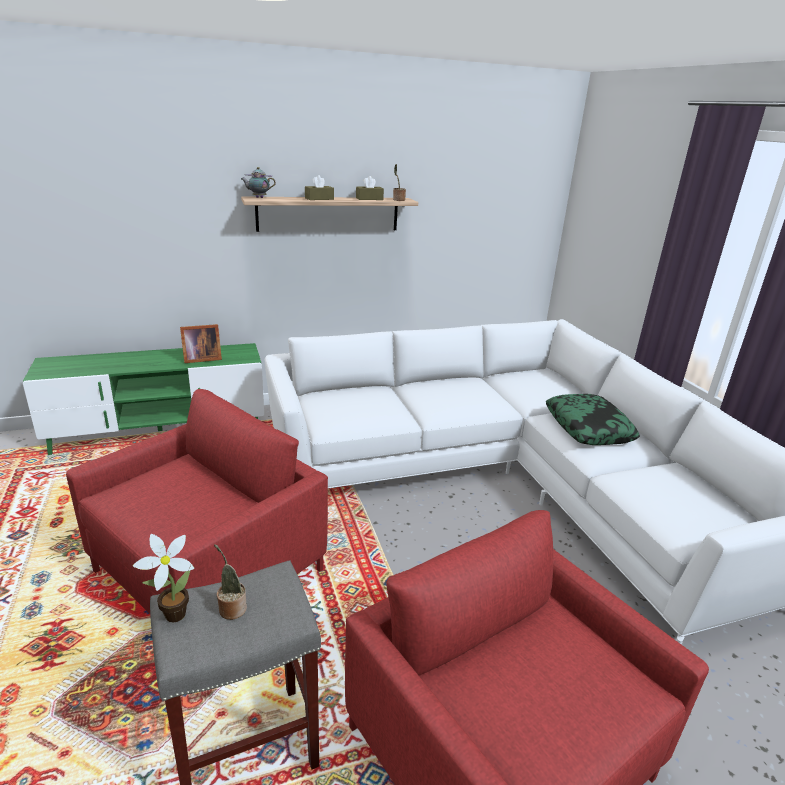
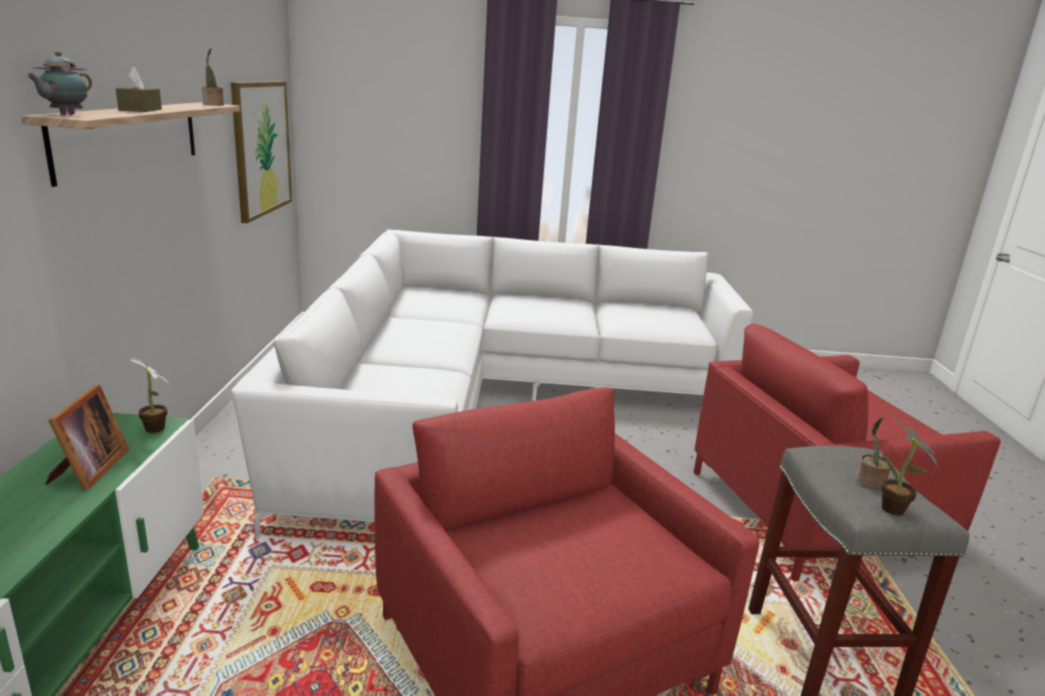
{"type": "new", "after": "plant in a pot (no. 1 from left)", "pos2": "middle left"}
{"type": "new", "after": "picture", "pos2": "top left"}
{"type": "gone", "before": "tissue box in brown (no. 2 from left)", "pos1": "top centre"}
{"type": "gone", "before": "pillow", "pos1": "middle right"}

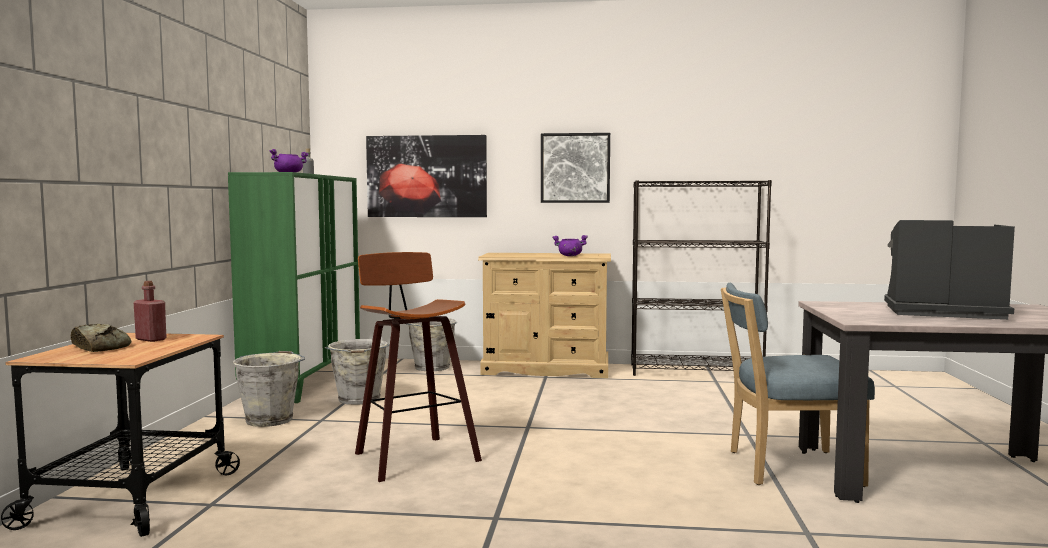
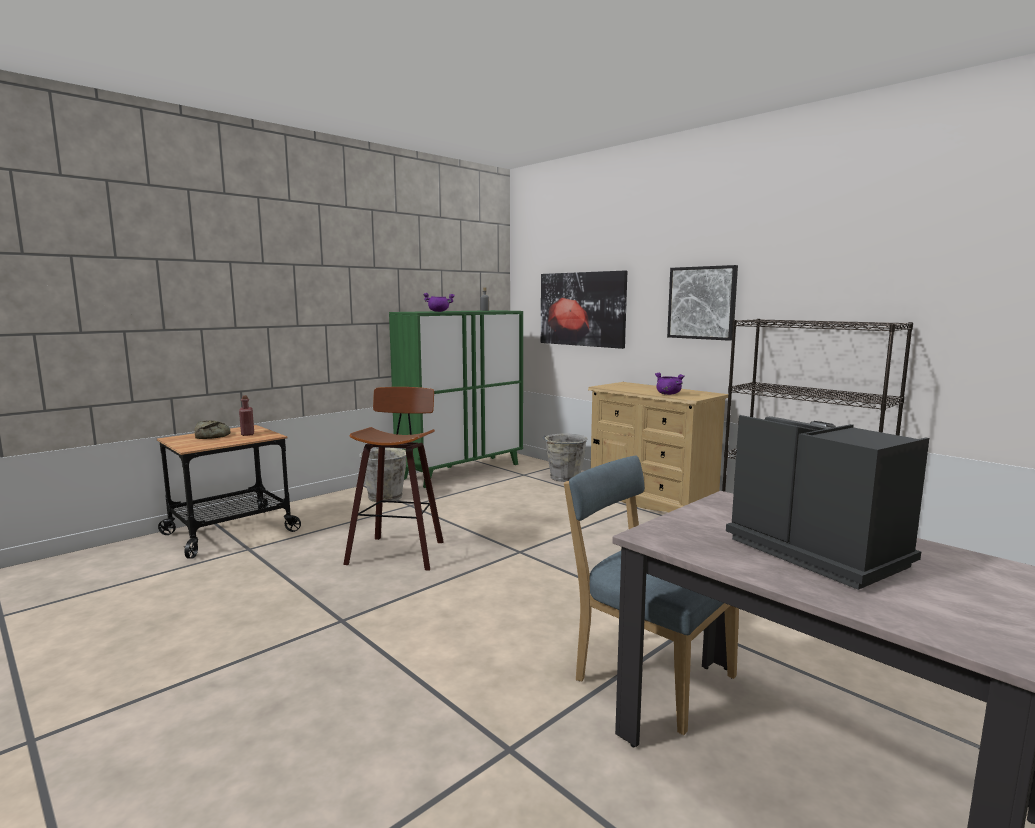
{"type": "gone", "before": "water bucket in gray (no. 2 from left)", "pos1": "bottom centre"}

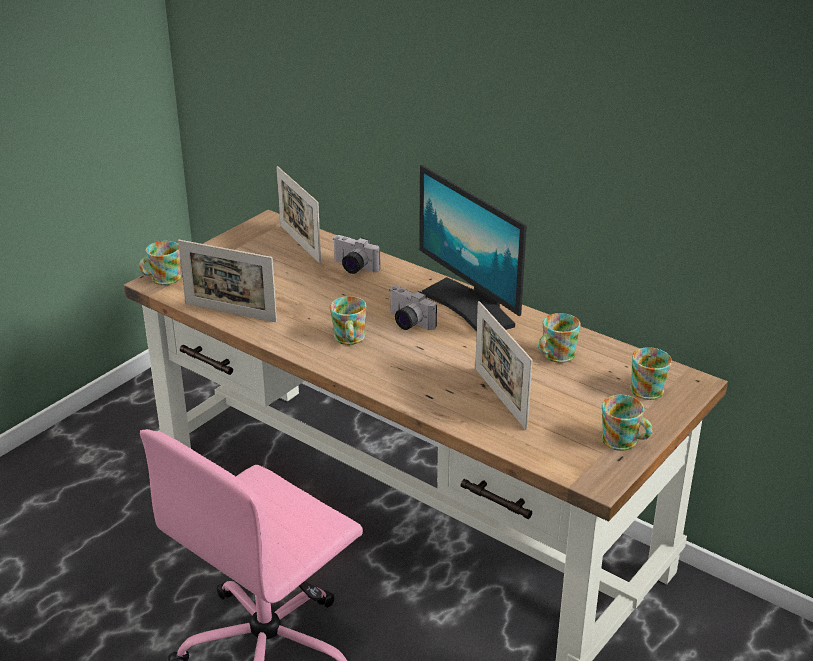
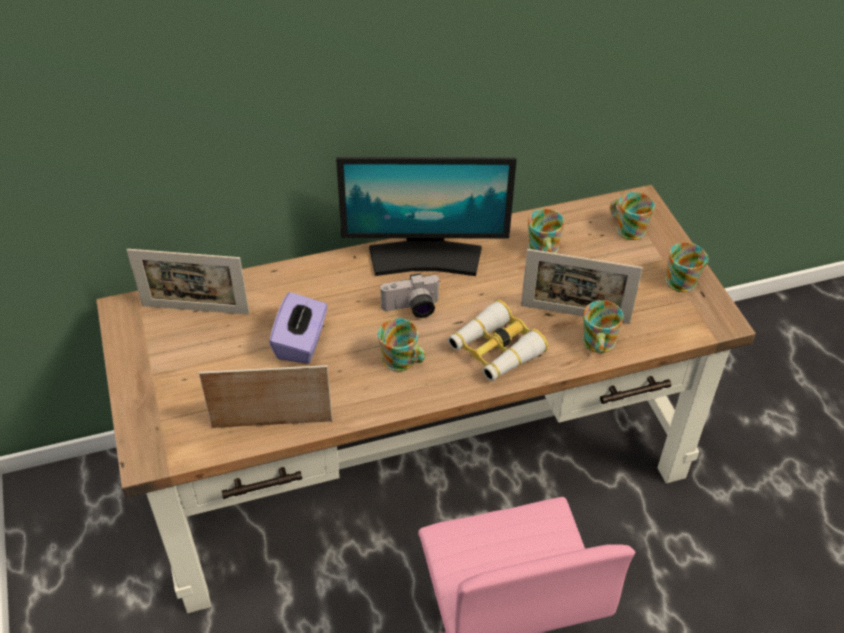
{"type": "rotated", "before": "standing frame (no. 1 from left in the first image)", "pos1": "middle left", "pos2": "middle left", "turn": -150}
{"type": "new", "after": "tissue box in purplish", "pos2": "centre"}
{"type": "new", "after": "field glasses", "pos2": "centre"}
{"type": "shifted", "before": "tea mug (no. 1 from left in the first image)", "after": "tea mug (no. 3 from left)", "pos1": "middle left", "pos2": "middle right"}
{"type": "gone", "before": "photo camera (no. 1 from left)", "pos1": "centre"}

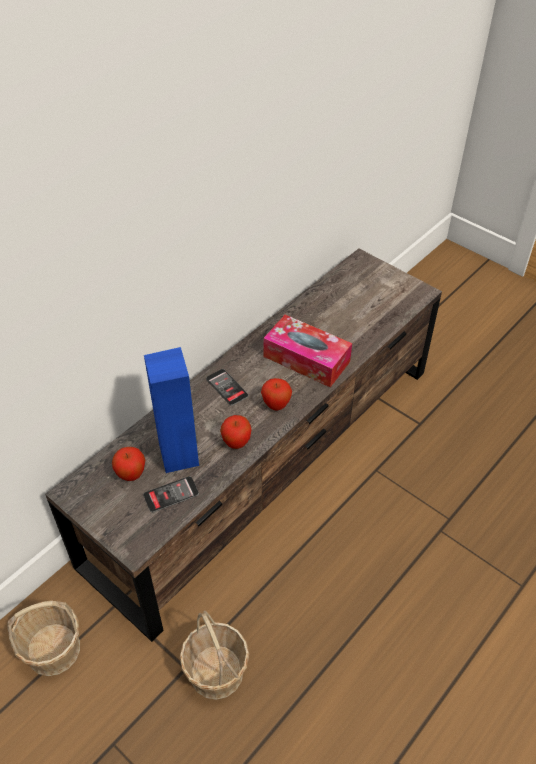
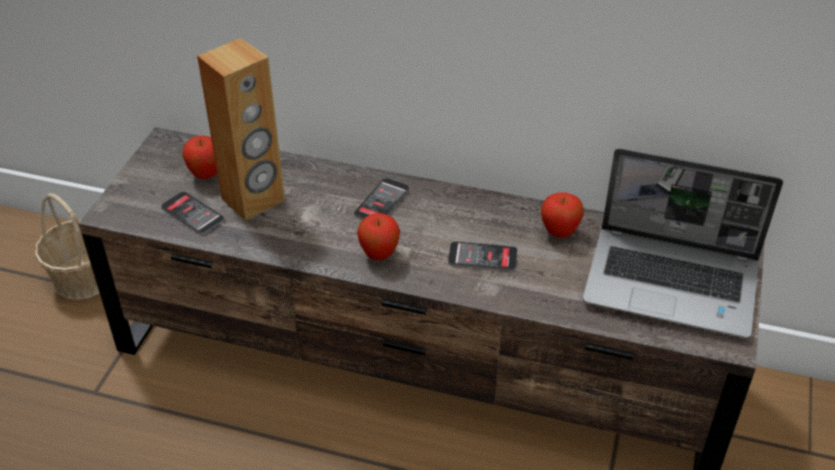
{"type": "repainted", "before": "speaker in blue", "after": "speaker in brown", "pos1": "middle left", "pos2": "top left"}
{"type": "swapped", "before": "tissue box", "after": "phone (no. 3 from left)", "pos1": "centre", "pos2": "centre"}
{"type": "shifted", "before": "whole apple (no. 2 from left in the first image)", "after": "whole apple (no. 3 from left)", "pos1": "centre", "pos2": "middle right"}
{"type": "new", "after": "notebook computer", "pos2": "middle right"}
{"type": "gone", "before": "household basket (no. 2 from left)", "pos1": "bottom centre"}

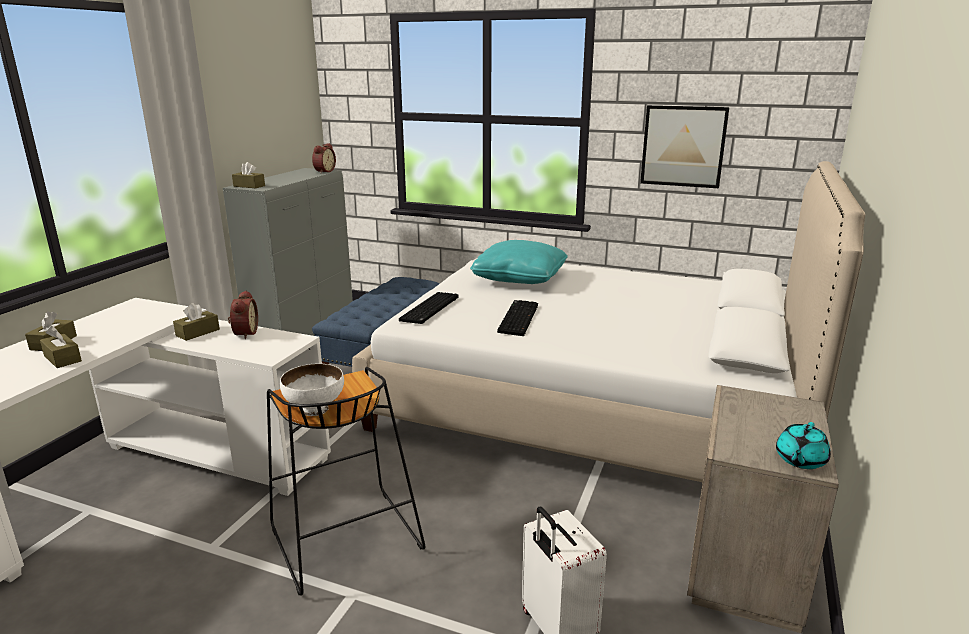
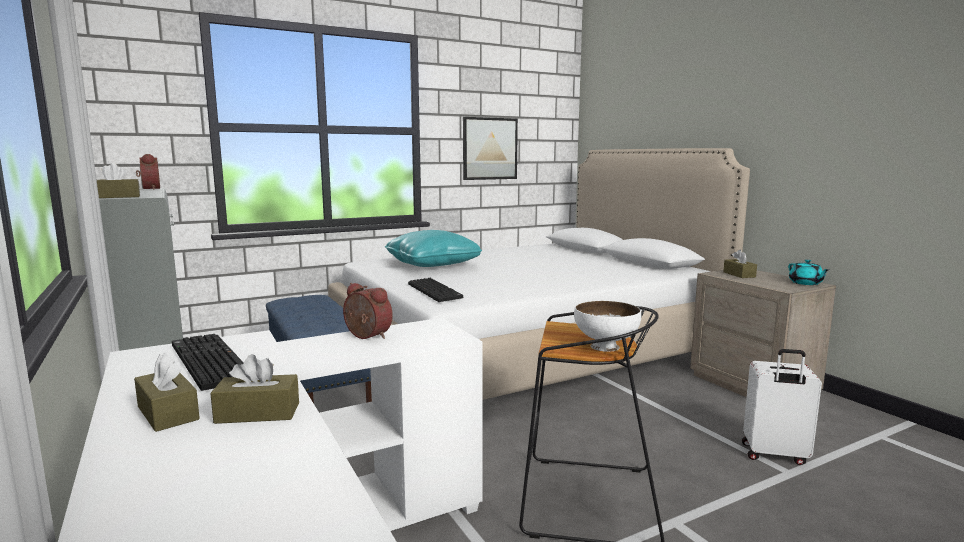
{"type": "shifted", "before": "computer keyboard (no. 2 from left in the first image)", "after": "computer keyboard (no. 1 from left)", "pos1": "centre", "pos2": "bottom left"}
{"type": "shifted", "before": "tissue box in brown (no. 3 from left in the first image)", "after": "tissue box in brown (no. 4 from left)", "pos1": "middle left", "pos2": "middle right"}

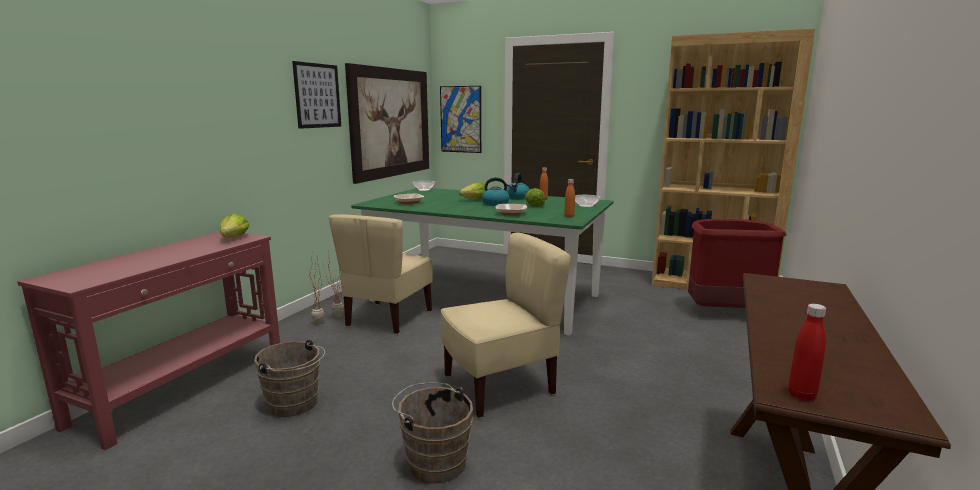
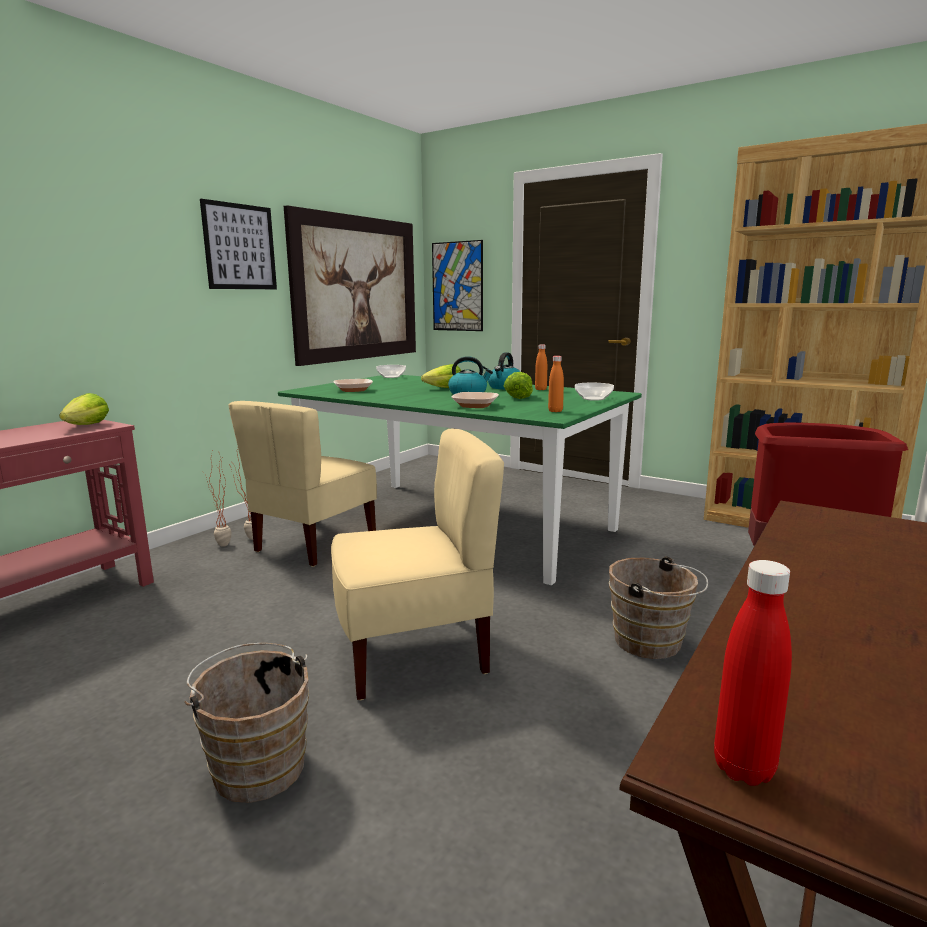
{"type": "shifted", "before": "water bucket in brown (no. 1 from left in the first image)", "after": "water bucket in brown (no. 2 from left)", "pos1": "bottom left", "pos2": "middle right"}

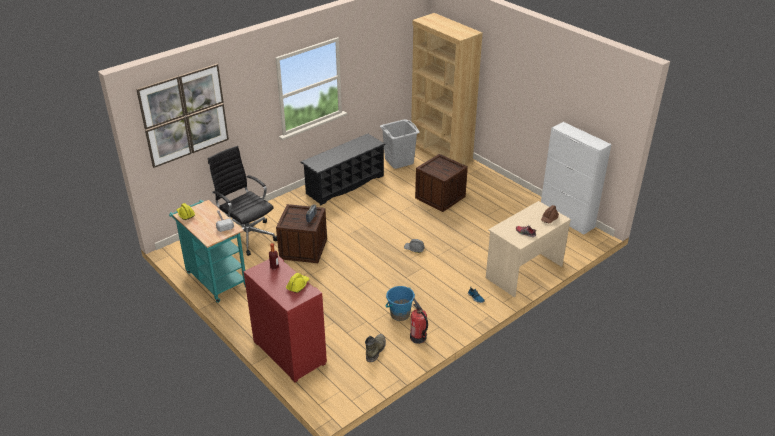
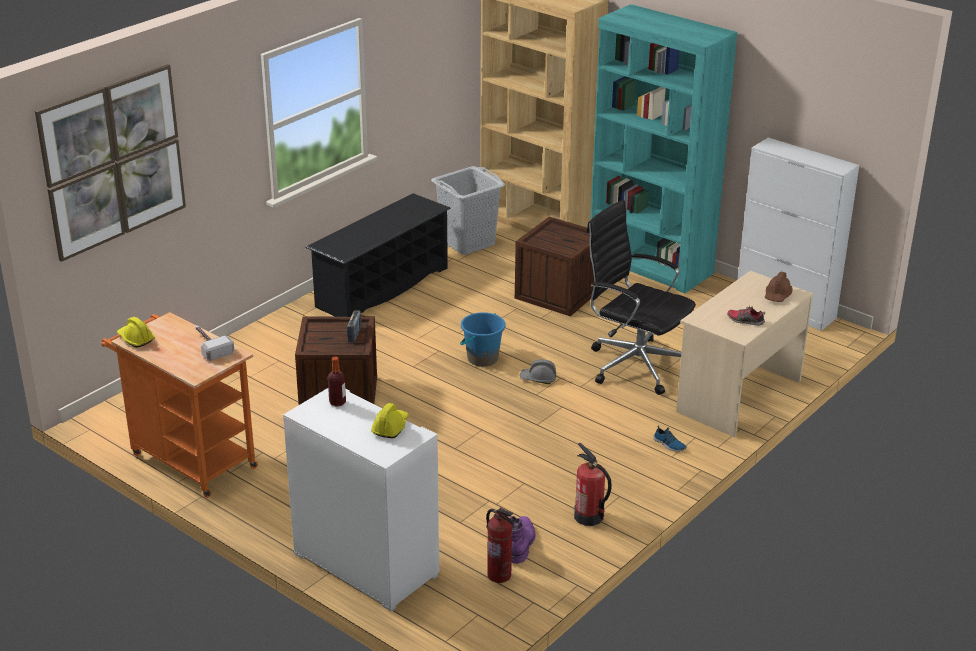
{"type": "repainted", "before": "trolley in turquoise", "after": "trolley in orange", "pos1": "middle left", "pos2": "middle left"}
{"type": "repainted", "before": "cabinet in red-coloured", "after": "cabinet in white (no. 1 from left)", "pos1": "bottom centre", "pos2": "bottom centre"}
{"type": "shifted", "before": "water bucket in blue", "pos1": "bottom centre", "pos2": "centre"}
{"type": "new", "after": "extinguisher (no. 1 from left)", "pos2": "bottom centre"}
{"type": "repainted", "before": "high-top boot in green-coloured", "after": "high-top boot in purplish", "pos1": "bottom centre", "pos2": "bottom centre"}
{"type": "shifted", "before": "desk chair in black-coloured", "pos1": "middle left", "pos2": "centre"}
{"type": "new", "after": "shelving unit in turquoise", "pos2": "top right"}

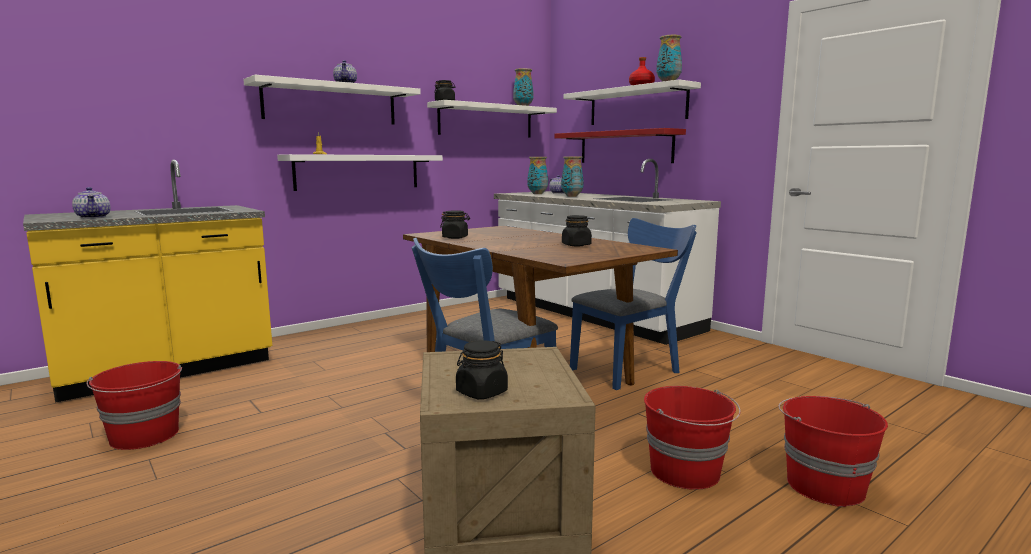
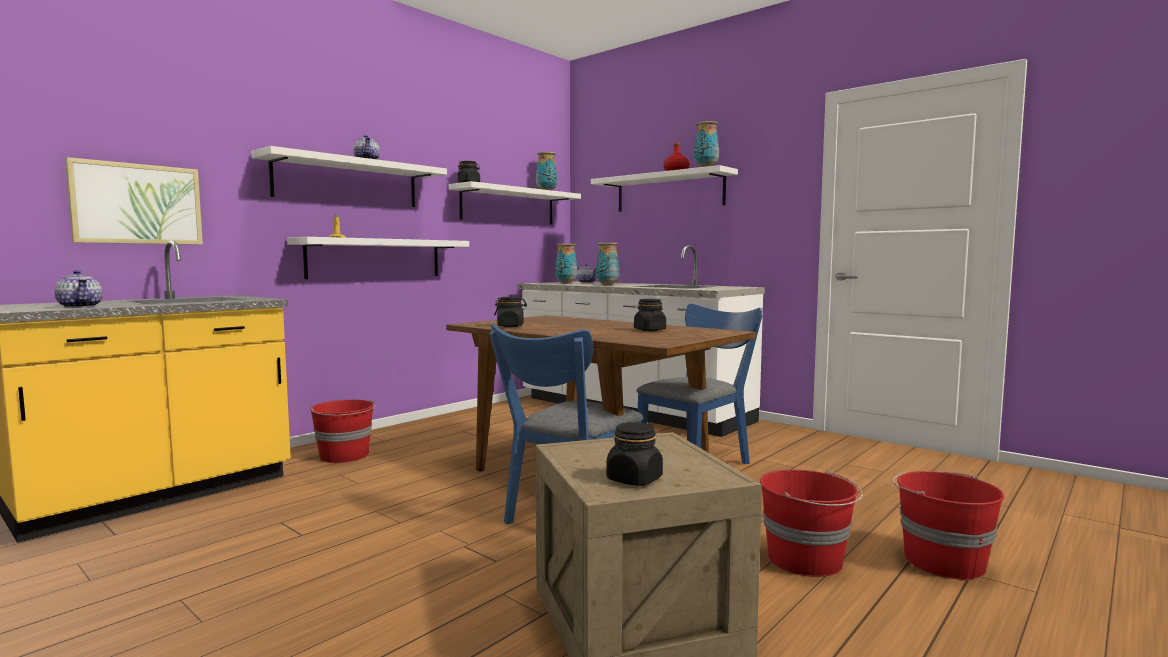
{"type": "new", "after": "picture", "pos2": "top left"}
{"type": "shifted", "before": "water bucket in red-coloured (no. 1 from left)", "pos1": "bottom left", "pos2": "middle left"}
{"type": "gone", "before": "wall shelf in red-coloured", "pos1": "top centre"}

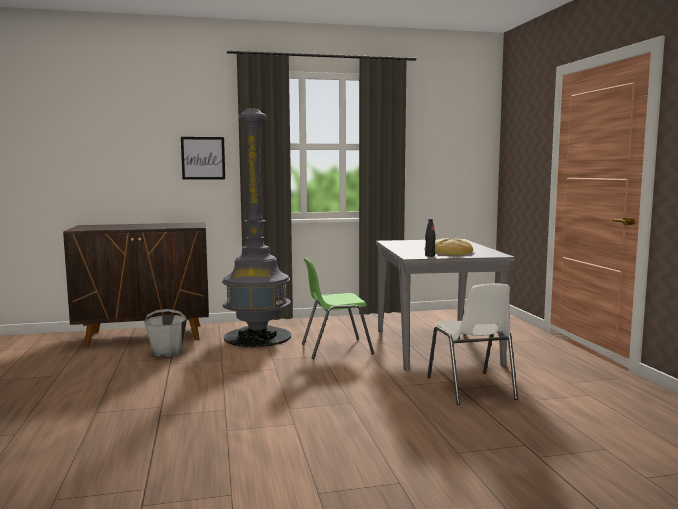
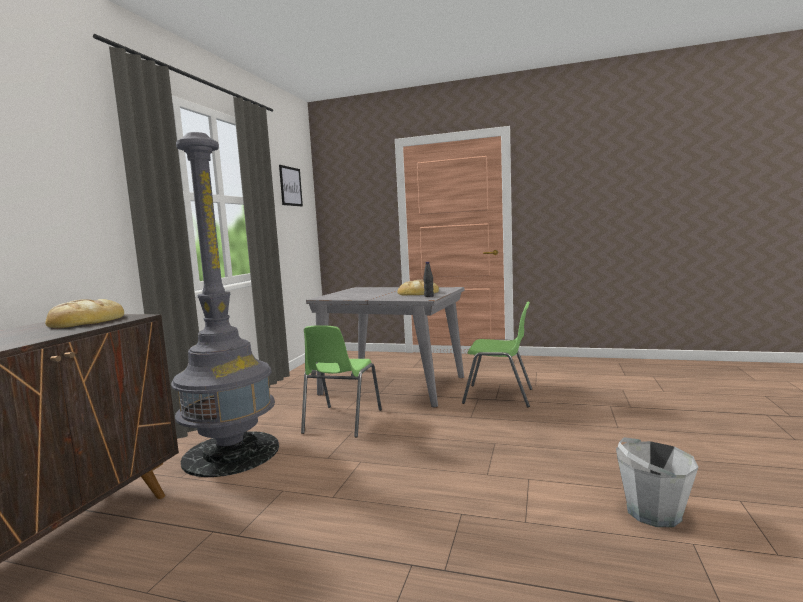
{"type": "new", "after": "baked bread (no. 1 from left)", "pos2": "middle left"}
{"type": "shifted", "before": "picture", "pos1": "top left", "pos2": "top centre"}
{"type": "repainted", "before": "upright chair in white", "after": "upright chair in green-coloured (no. 2 from left)", "pos1": "bottom right", "pos2": "centre"}
{"type": "shifted", "before": "water bucket in gray", "pos1": "middle left", "pos2": "bottom right"}

